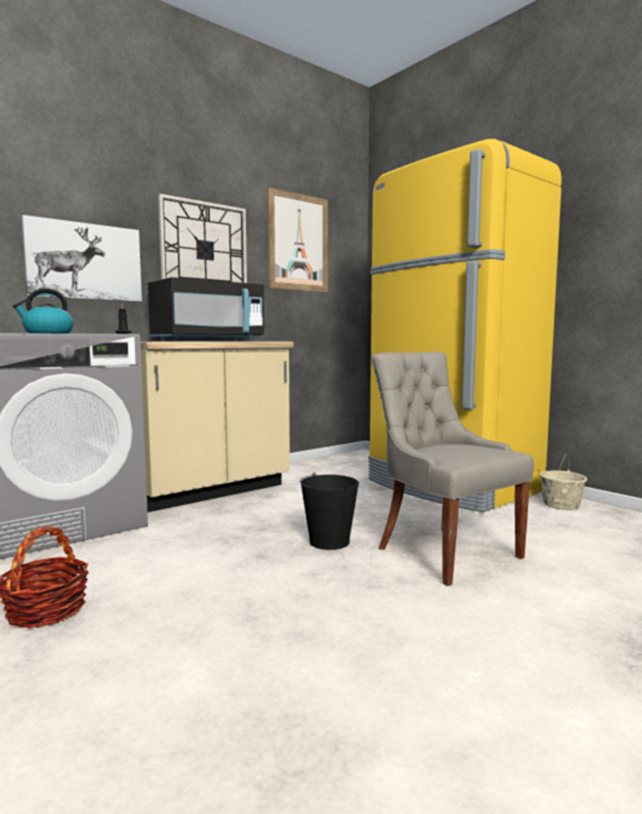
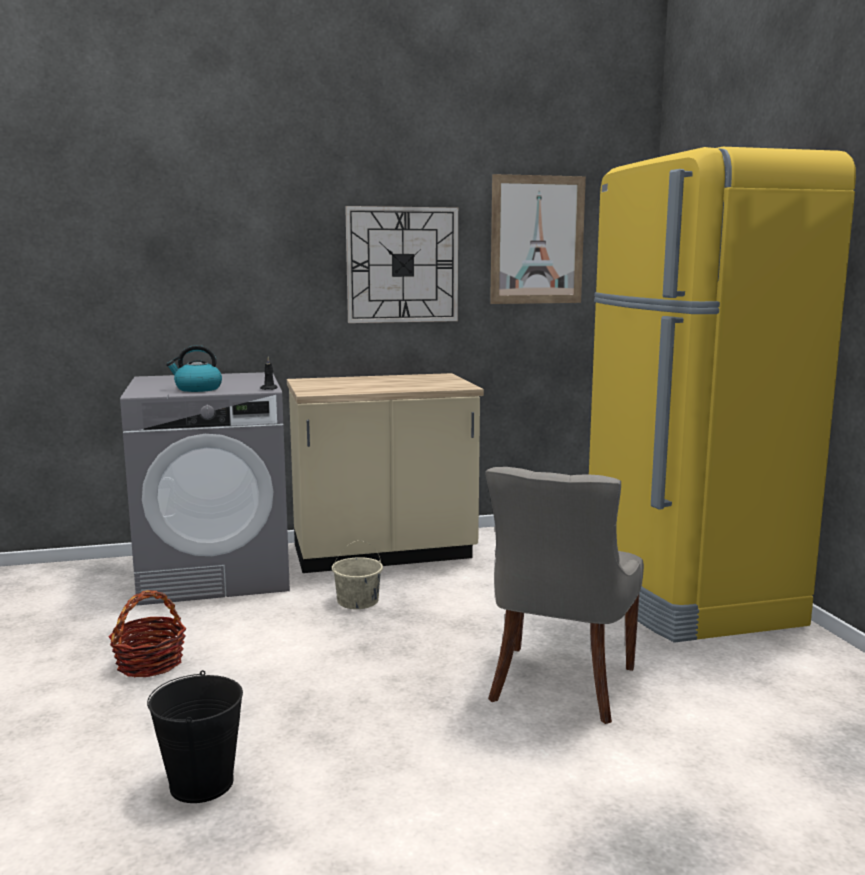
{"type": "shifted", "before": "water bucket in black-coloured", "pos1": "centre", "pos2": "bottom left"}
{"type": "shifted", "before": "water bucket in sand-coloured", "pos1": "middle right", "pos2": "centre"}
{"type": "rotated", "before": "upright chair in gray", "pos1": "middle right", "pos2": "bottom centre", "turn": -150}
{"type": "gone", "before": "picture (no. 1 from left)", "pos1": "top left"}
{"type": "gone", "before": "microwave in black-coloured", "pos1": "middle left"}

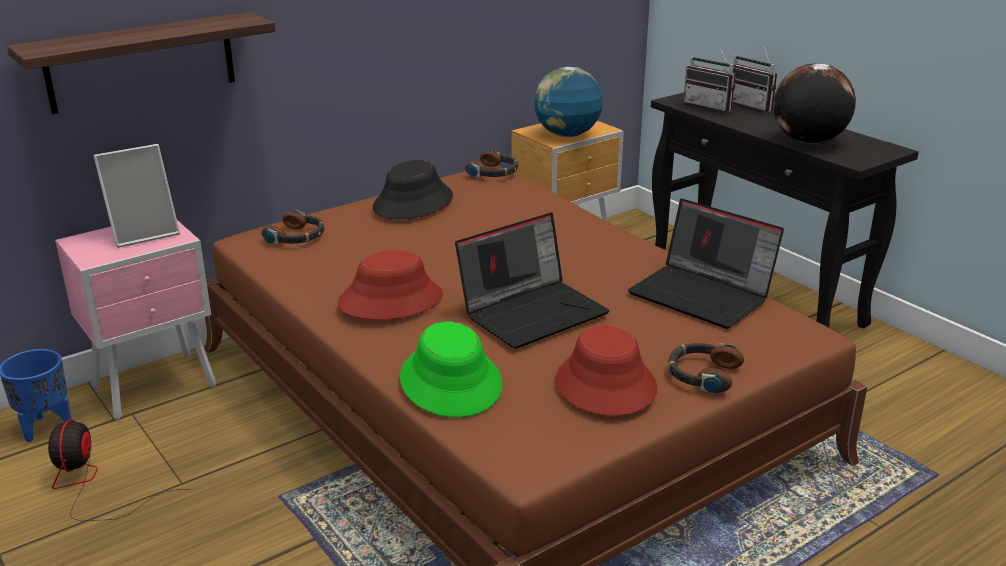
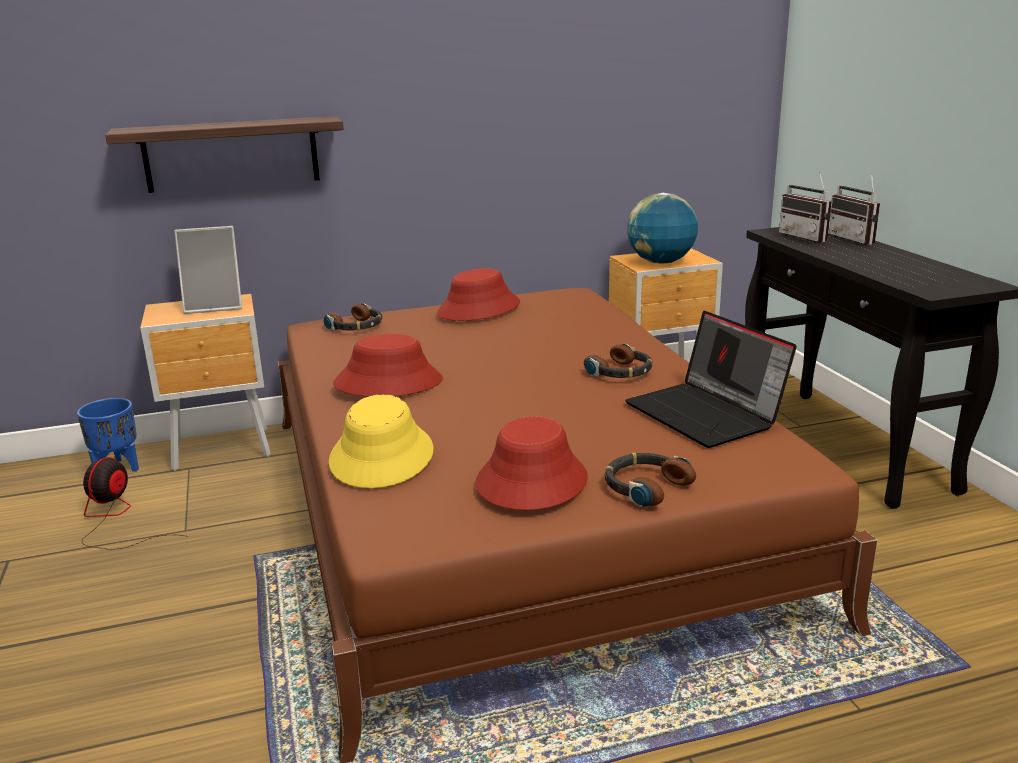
{"type": "repainted", "before": "night table in pink", "after": "night table in brown (no. 1 from left)", "pos1": "middle left", "pos2": "middle left"}
{"type": "repainted", "before": "hat in green-coloured", "after": "hat in yellowish", "pos1": "centre", "pos2": "centre"}
{"type": "repainted", "before": "hat in black-coloured", "after": "hat in red-coloured (no. 2 from left)", "pos1": "centre", "pos2": "centre"}
{"type": "shifted", "before": "pair of headphones (no. 2 from left)", "pos1": "top centre", "pos2": "centre"}
{"type": "gone", "before": "notebook computer (no. 1 from left)", "pos1": "centre"}
{"type": "gone", "before": "desk globe (no. 2 from left)", "pos1": "top right"}

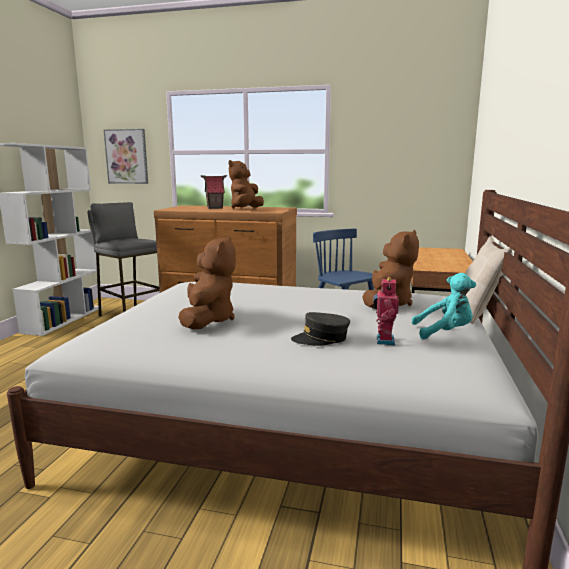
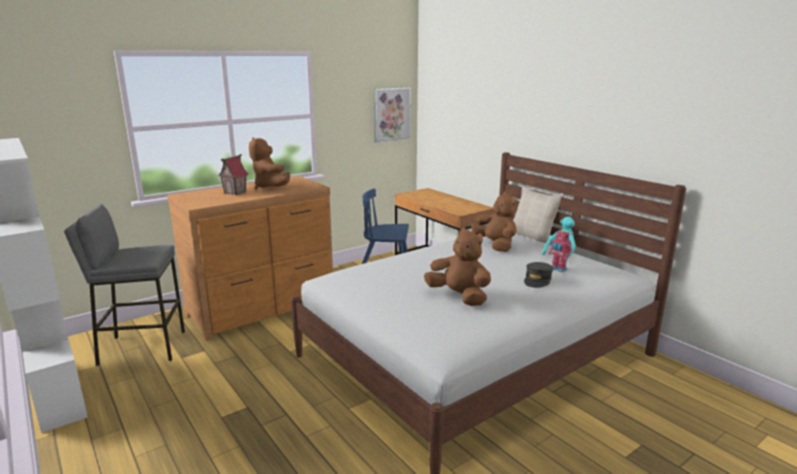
{"type": "shifted", "before": "picture", "pos1": "top left", "pos2": "top centre"}

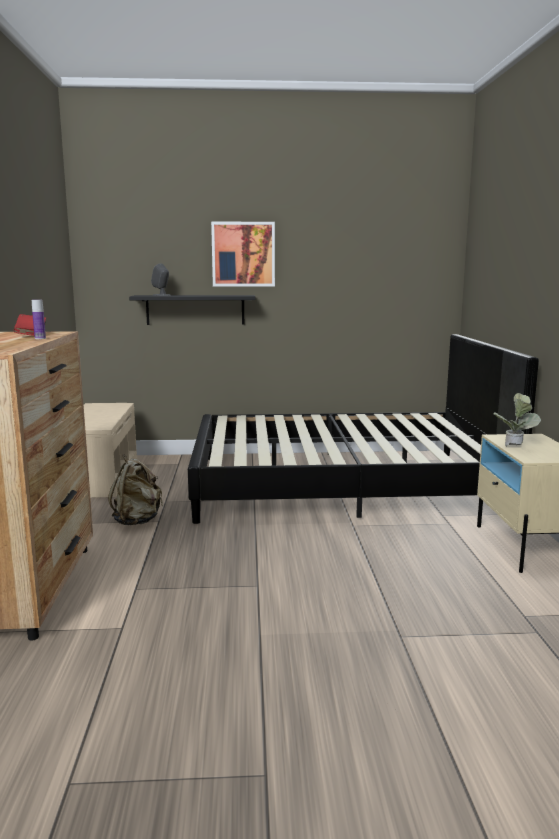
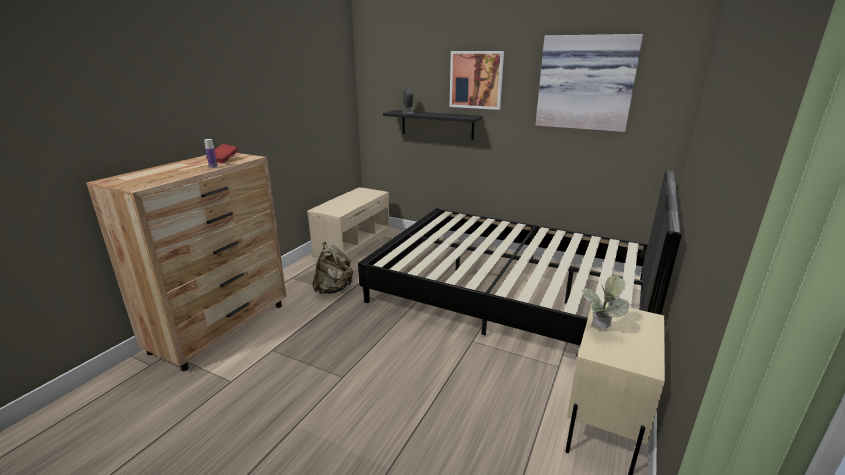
{"type": "new", "after": "picture (no. 2 from left)", "pos2": "top right"}

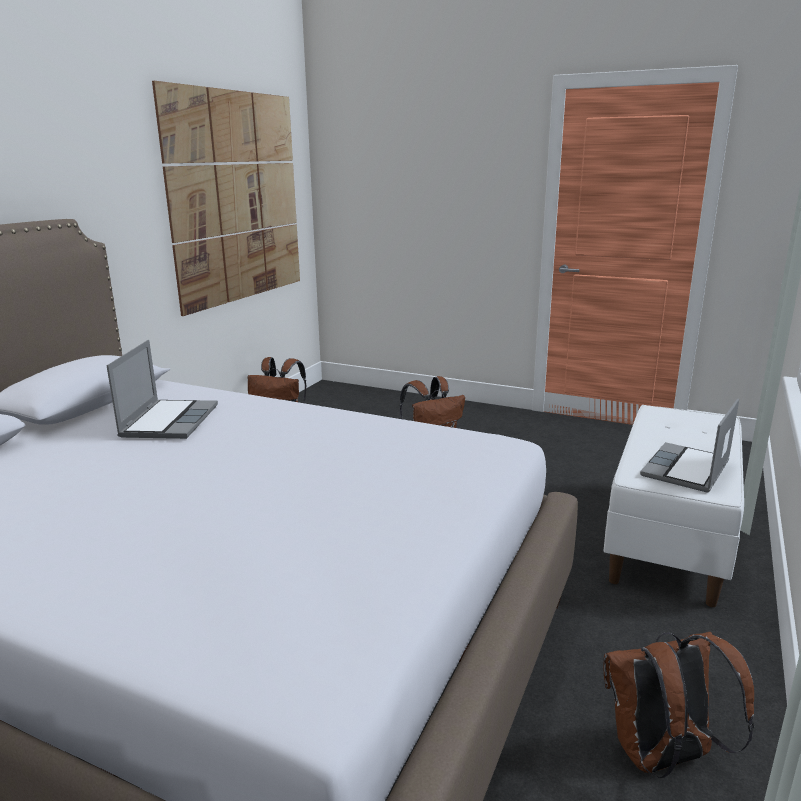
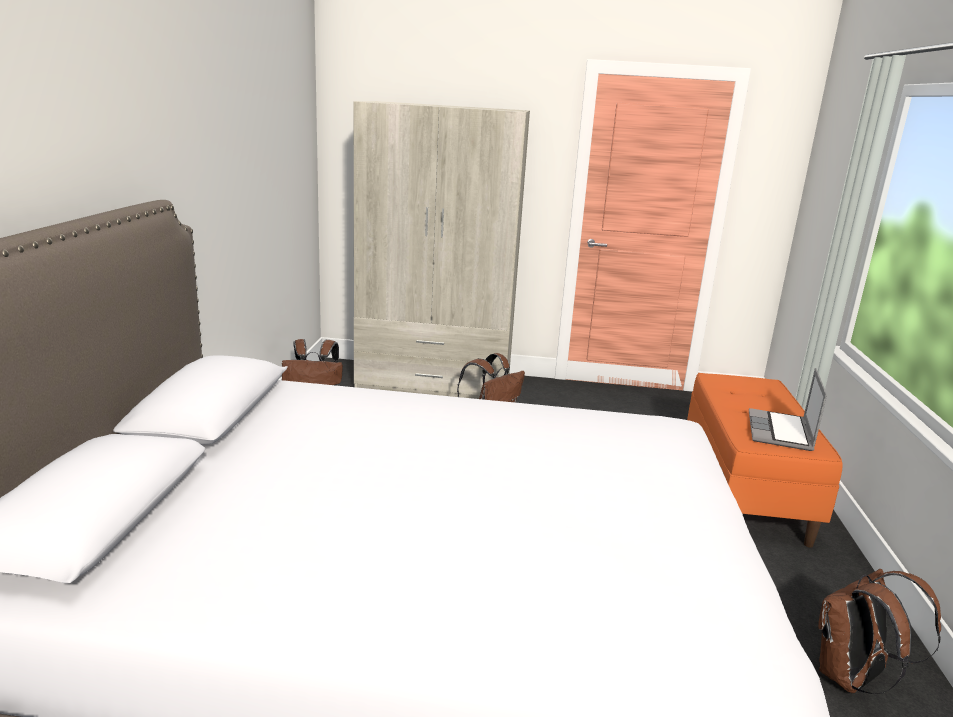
{"type": "new", "after": "armoire in sand-coloured", "pos2": "centre"}
{"type": "repainted", "before": "indoor bench in white", "after": "indoor bench in orange", "pos1": "middle right", "pos2": "middle right"}
{"type": "gone", "before": "notebook computer (no. 1 from left)", "pos1": "middle left"}
{"type": "gone", "before": "picture", "pos1": "top left"}

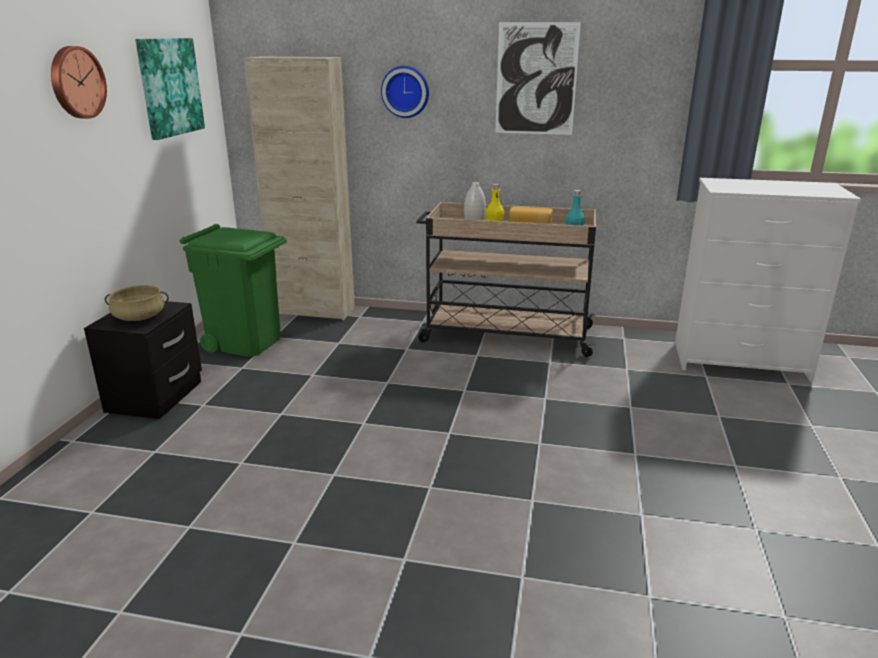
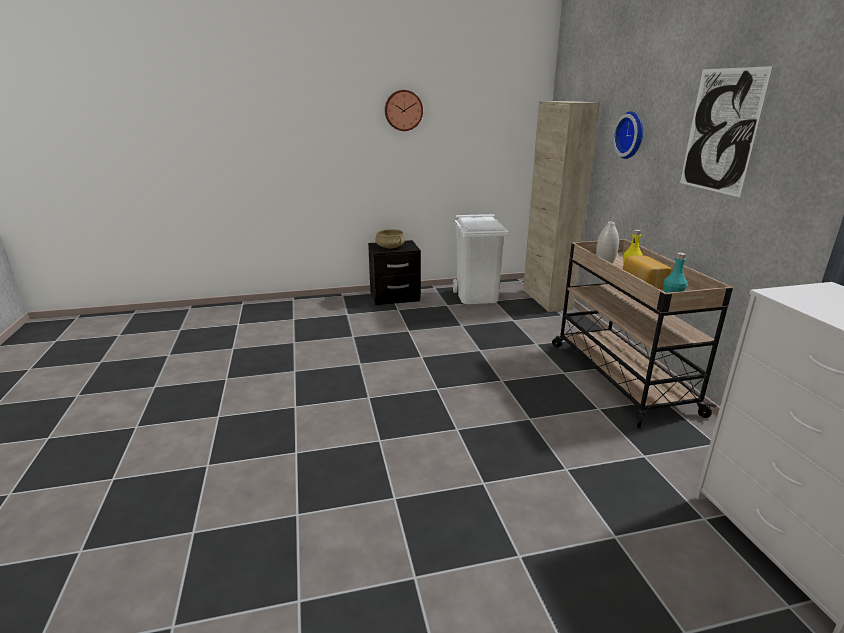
{"type": "repainted", "before": "waste bin in green-coloured", "after": "waste bin in white", "pos1": "middle left", "pos2": "centre"}
{"type": "gone", "before": "picture (no. 1 from left)", "pos1": "top left"}

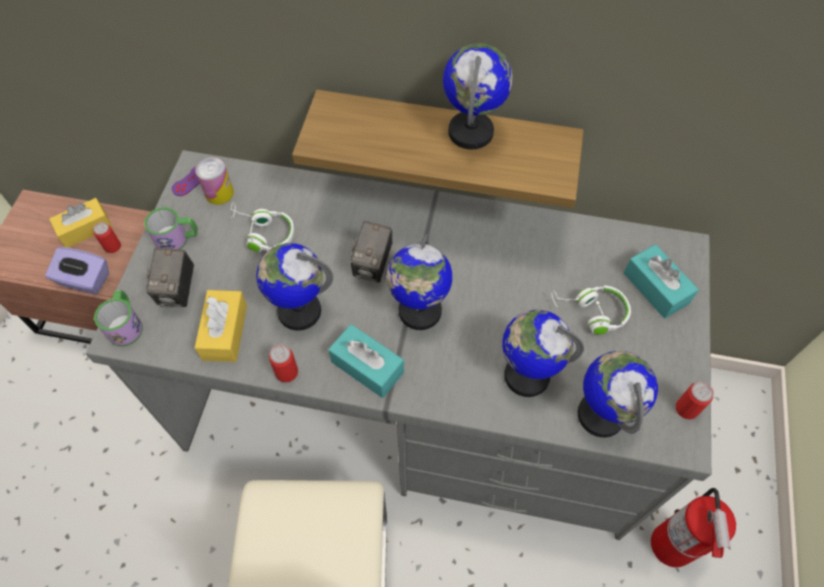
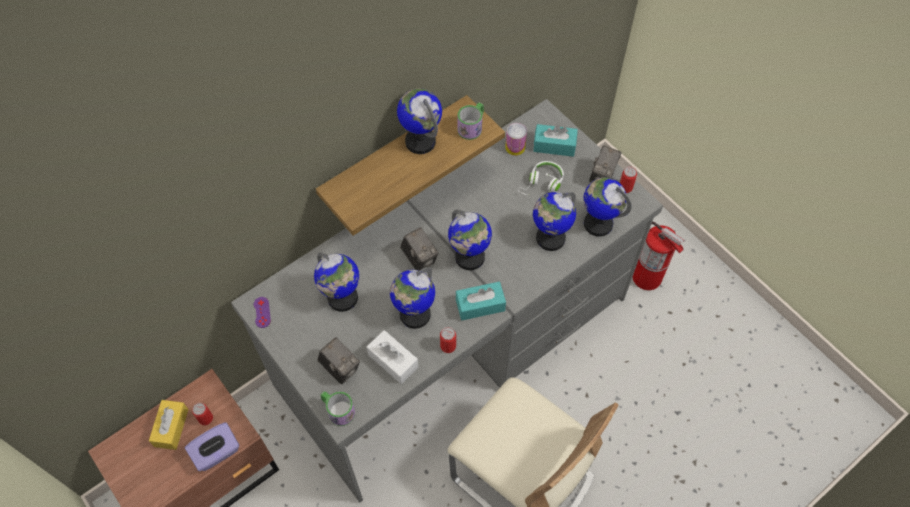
{"type": "swapped", "before": "pair of headphones in white (no. 1 from left)", "after": "desk globe (no. 1 from left)", "pos1": "middle left", "pos2": "centre"}
{"type": "repainted", "before": "tissue box in yellowish (no. 2 from left)", "after": "tissue box in white", "pos1": "middle left", "pos2": "bottom centre"}
{"type": "shifted", "before": "tea mug (no. 2 from left)", "pos1": "middle left", "pos2": "top centre"}
{"type": "shifted", "before": "metal can (no. 2 from left in the first image)", "after": "metal can (no. 3 from left)", "pos1": "top left", "pos2": "top centre"}
{"type": "new", "after": "photo camera (no. 3 from left)", "pos2": "top centre"}

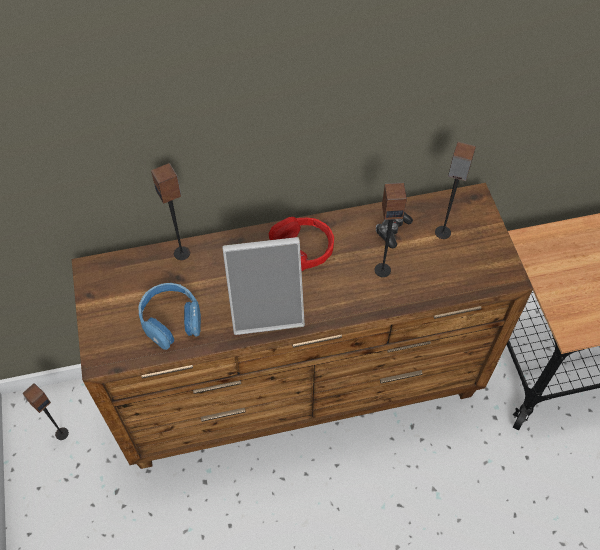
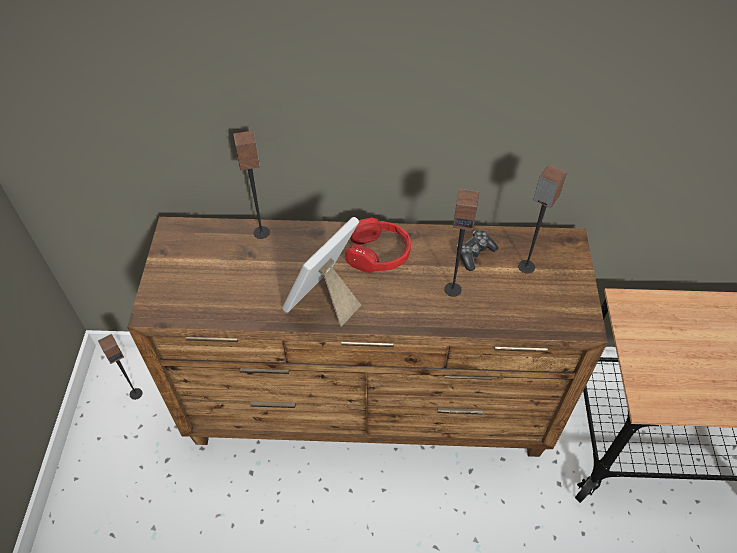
{"type": "rotated", "before": "standing frame", "pos1": "centre", "pos2": "centre", "turn": 120}
{"type": "gone", "before": "pair of headphones in blue", "pos1": "middle left"}

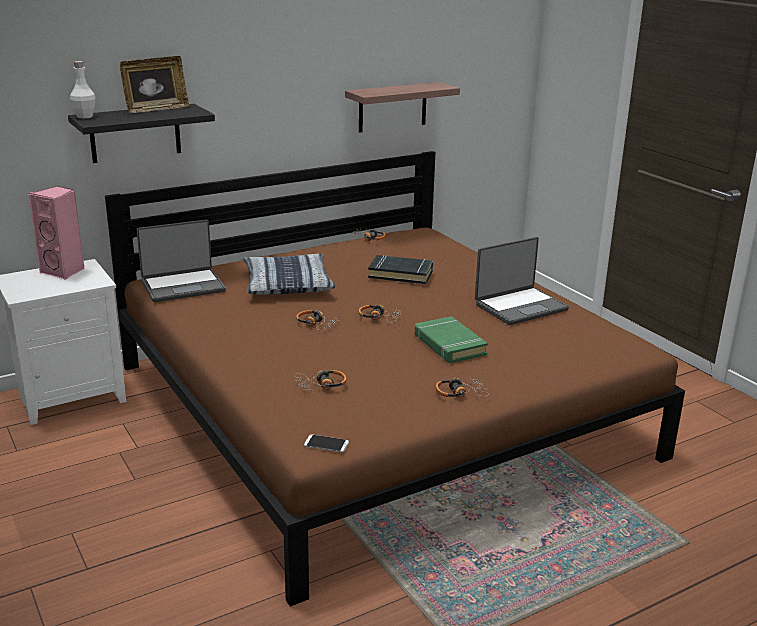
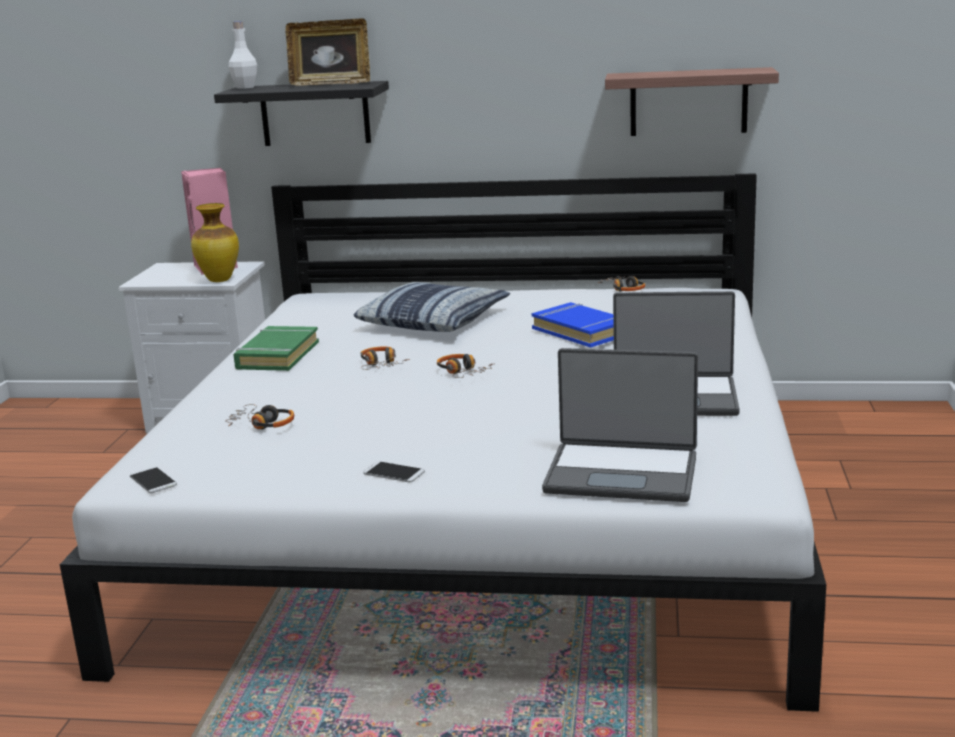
{"type": "repainted", "before": "bed in brown", "after": "bed in white", "pos1": "centre", "pos2": "centre"}
{"type": "new", "after": "decorative vase", "pos2": "top left"}
{"type": "shifted", "before": "volume in green-coloured", "pos1": "centre", "pos2": "middle left"}
{"type": "swapped", "before": "pair of headphones (no. 5 from left)", "after": "phone (no. 2 from left)", "pos1": "centre", "pos2": "centre"}
{"type": "repainted", "before": "volume in black-coloured", "after": "volume in blue", "pos1": "centre", "pos2": "centre"}
{"type": "shifted", "before": "notebook computer (no. 1 from left)", "pos1": "middle left", "pos2": "centre"}

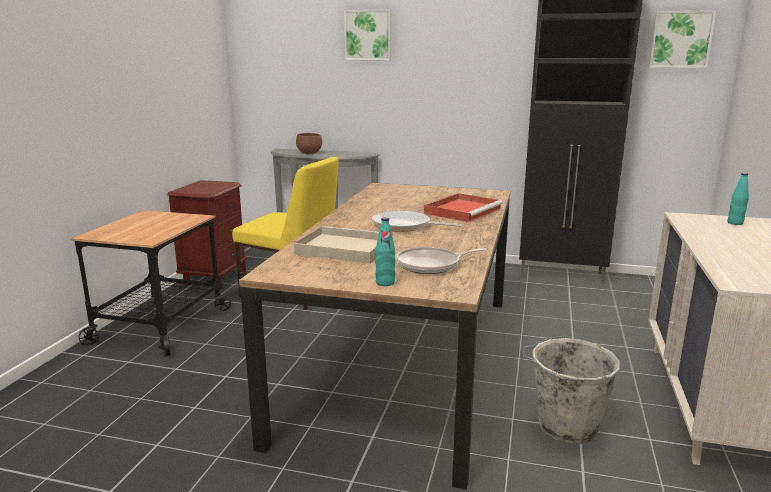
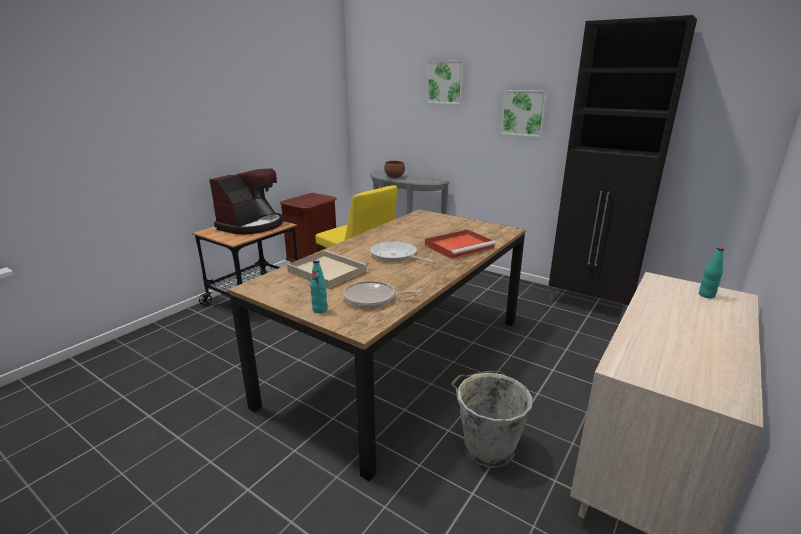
{"type": "new", "after": "coffee machine", "pos2": "middle left"}
{"type": "shifted", "before": "picture (no. 2 from left)", "pos1": "top right", "pos2": "top centre"}

